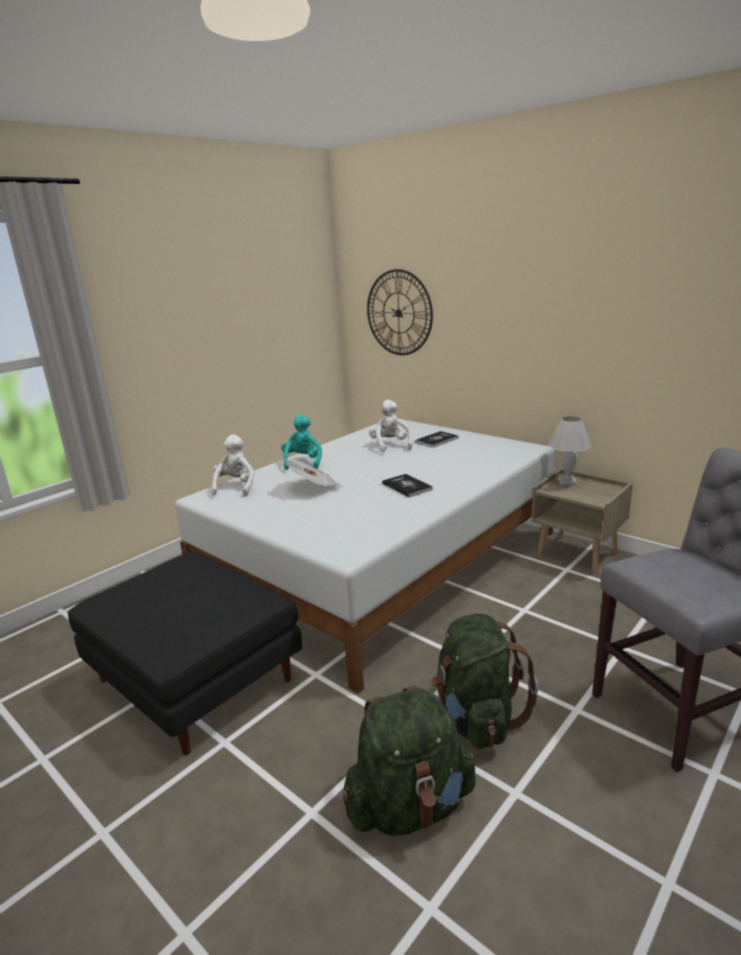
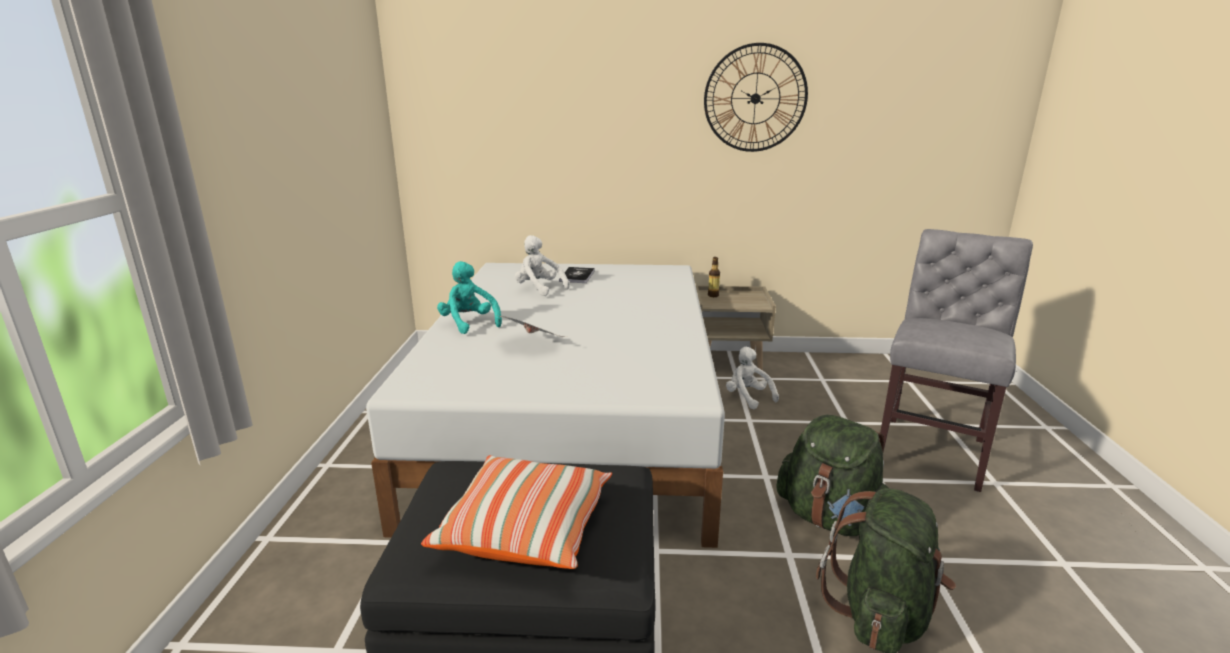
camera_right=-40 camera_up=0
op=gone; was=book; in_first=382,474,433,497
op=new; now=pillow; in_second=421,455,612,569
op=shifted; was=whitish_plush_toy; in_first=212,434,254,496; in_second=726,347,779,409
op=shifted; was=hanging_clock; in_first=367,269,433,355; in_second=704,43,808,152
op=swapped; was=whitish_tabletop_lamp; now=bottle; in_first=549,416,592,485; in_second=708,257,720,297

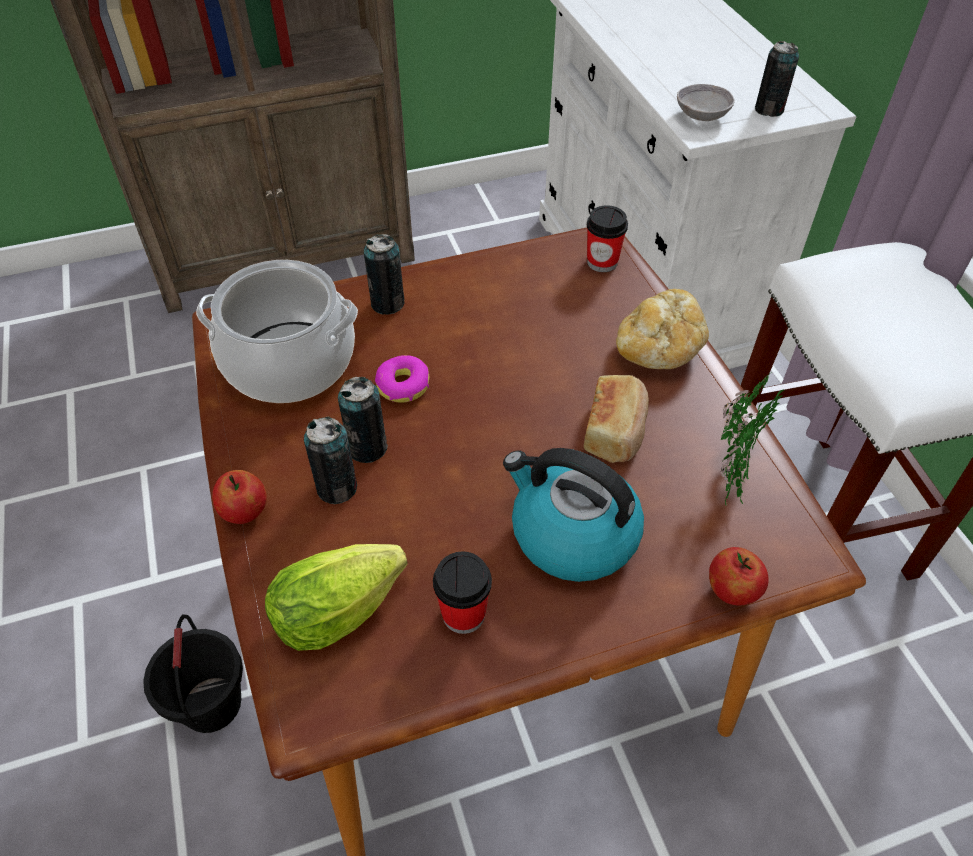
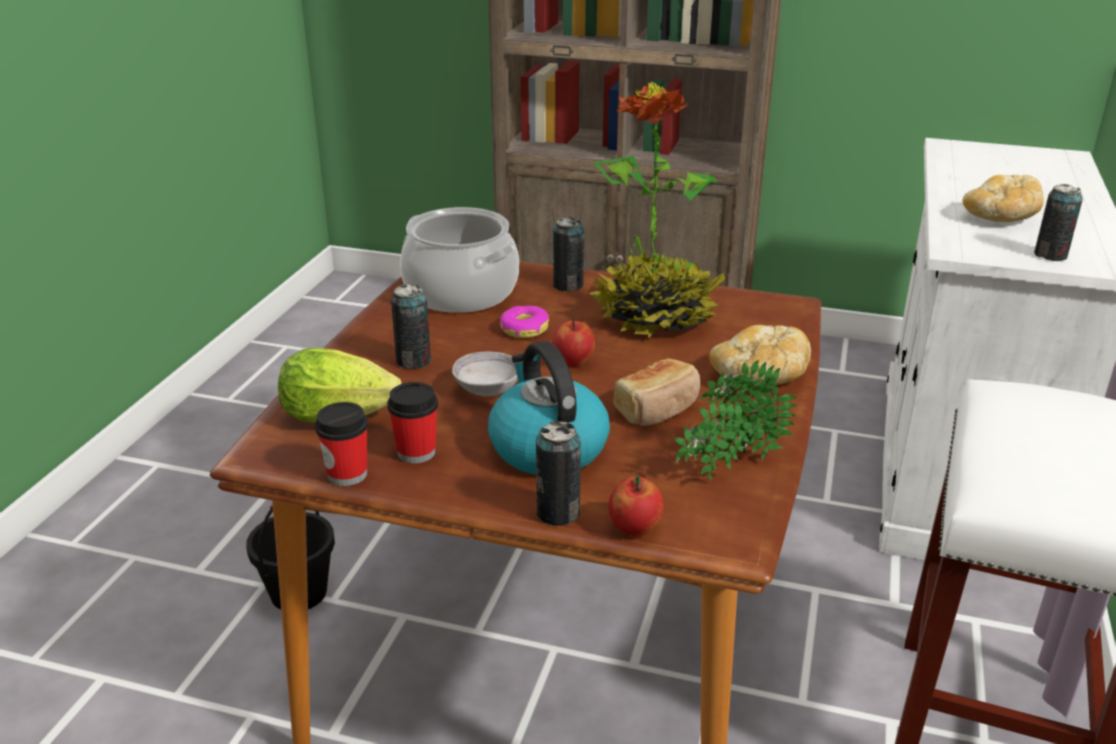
camera_right=35 camera_up=-20
op=new; now=potted_plant; in_second=589,82,726,338
op=new; now=bread; in_second=963,175,1044,222
op=shifted; was=whole_apple; in_first=212,470,267,524; in_second=552,317,595,367
op=shifted; was=can; in_first=338,377,388,463; in_second=536,421,581,526
op=shifted; was=drinking_cup; in_first=587,205,628,272; in_second=315,402,368,486
op=shifted; was=gray_bowl; in_first=677,84,735,121; in_second=452,352,518,396

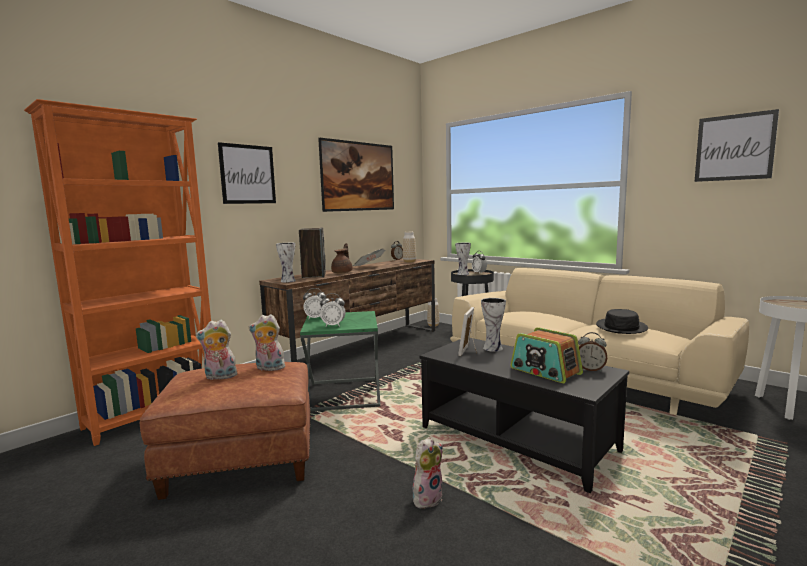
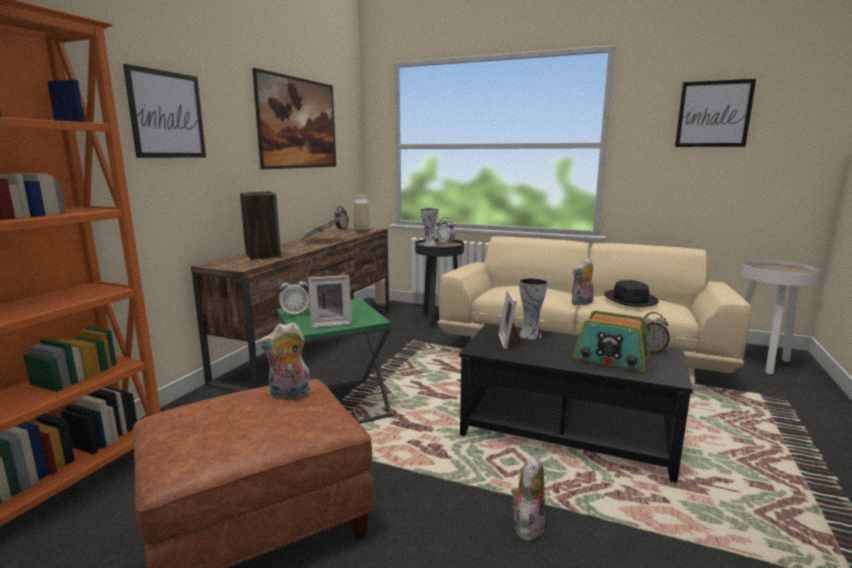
camera_right=-20 camera_up=5
op=gone; was=flower_vase; in_first=276,243,296,283
op=gone; was=brownish_pot_for_tea; in_first=331,243,353,274
op=shifted; was=plush_toy; in_first=196,320,237,380; in_second=572,258,594,305
op=swapped; was=table_clock; now=photo_frame; in_first=320,293,346,327; in_second=308,275,352,328

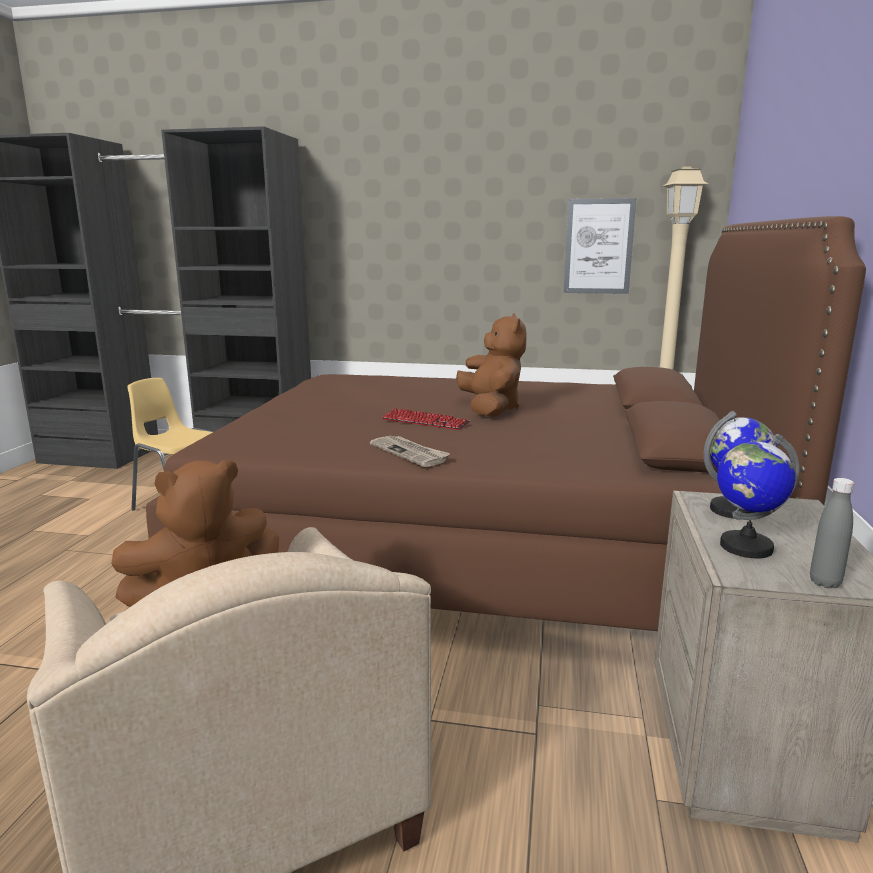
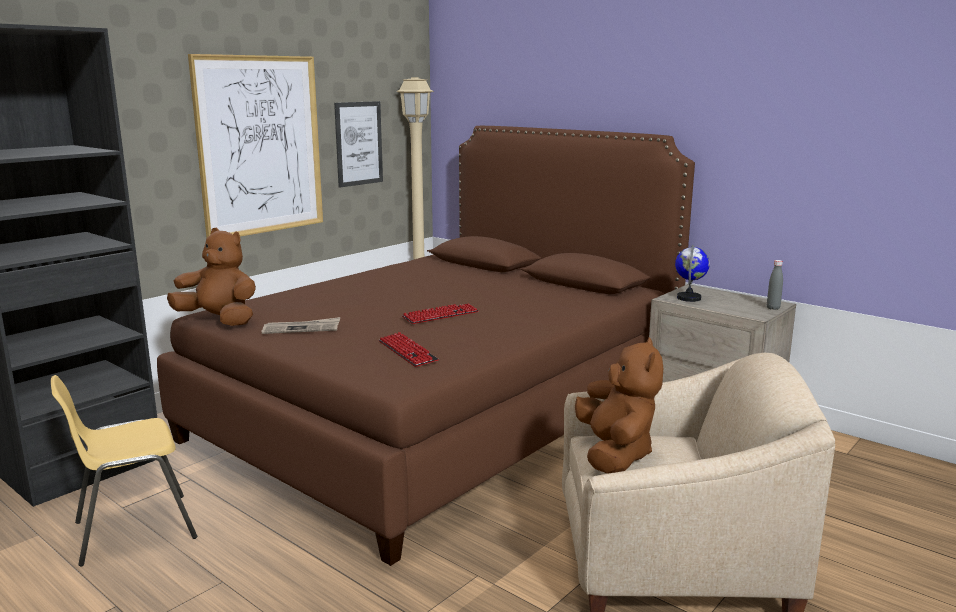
camera_right=-60 camera_up=0
op=gone; was=desk_globe; in_first=717,434,799,558
op=new; now=picture; in_second=188,54,323,238
op=new; now=keyboard; in_second=379,332,439,367
op=shifted; was=daily_paper; in_first=370,436,450,467; in_second=262,317,340,334
op=shifted; was=brownish_plush_toy; in_first=456,313,527,417; in_second=167,227,256,326

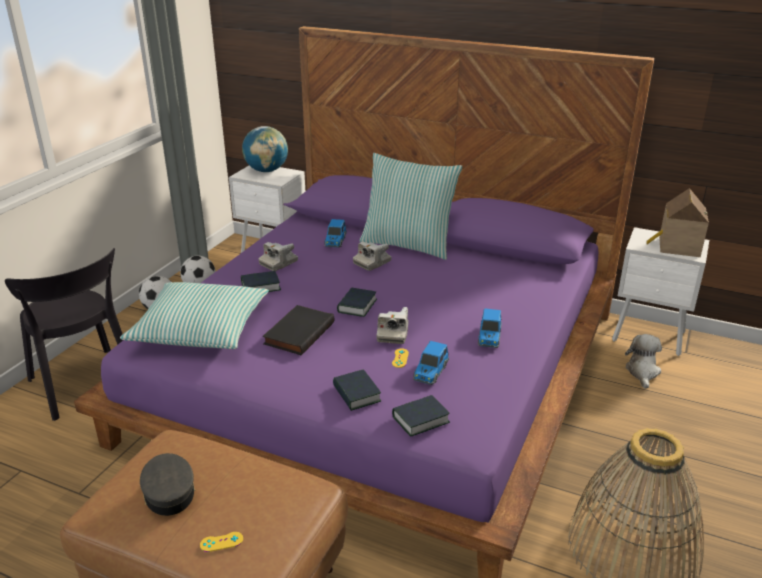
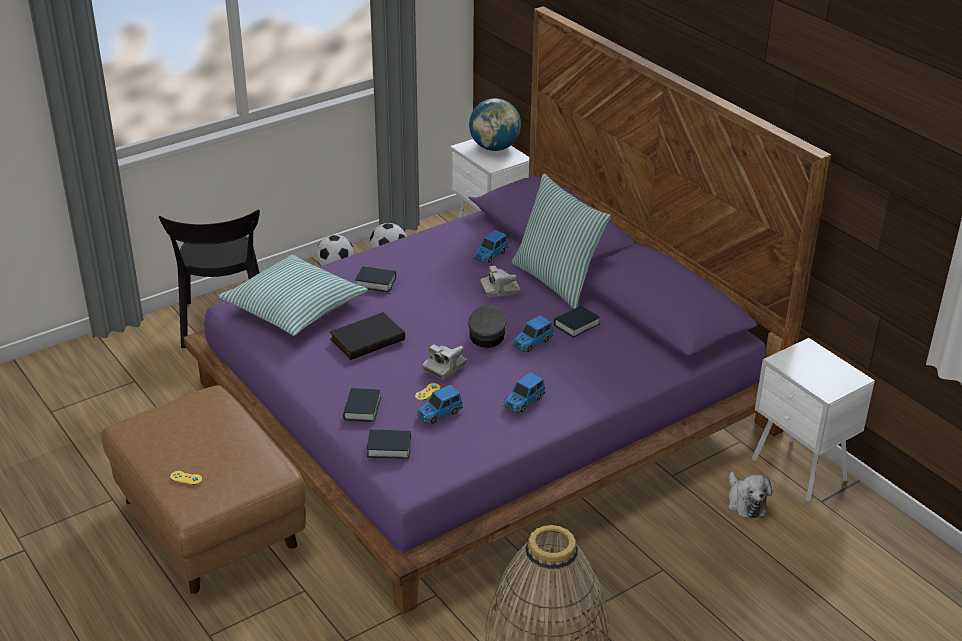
camera_right=30 camera_up=5
op=gone; was=photo_camera; in_first=258,242,298,271
op=gone; was=miniature_house; in_first=646,188,709,257
op=new; now=miniature_car; in_second=512,315,554,352
op=shifted; was=gray_baseball_cap; in_first=140,453,195,516; in_second=468,305,506,348
op=shifted; was=book; in_first=337,287,377,317; in_second=554,306,600,338
op=rotated; was=plush_toy; in_first=625,334,662,389; in_second=728,472,772,519; clockwise=120

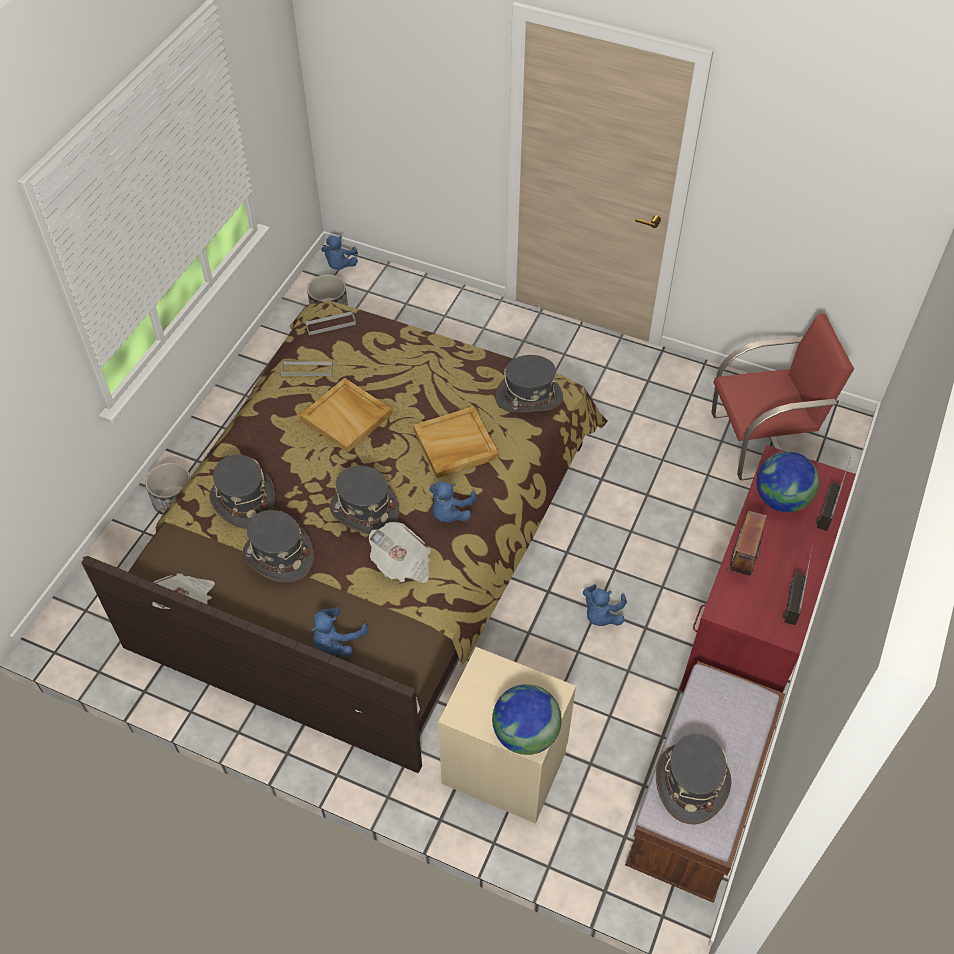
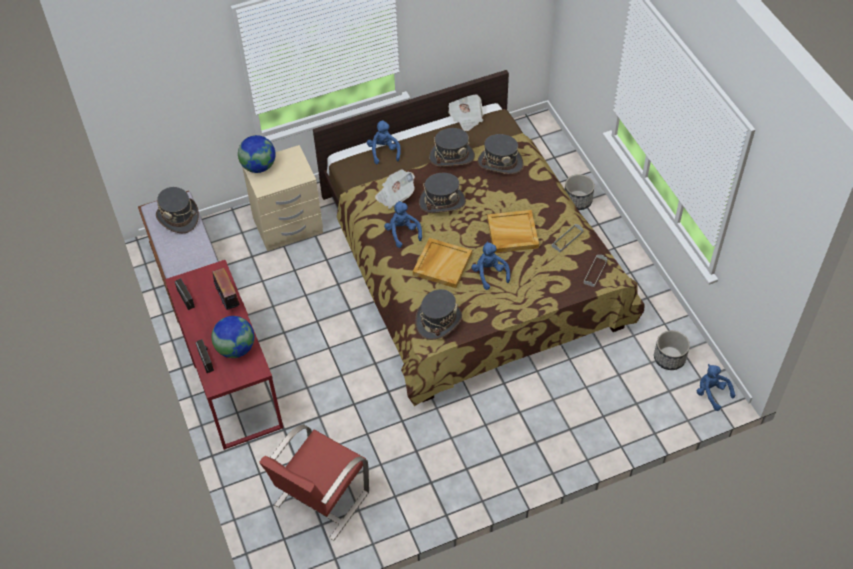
camera_right=135 camera_up=0
op=shifted; was=blue_plush_toy; in_first=583,584,627,626; in_second=471,241,510,290

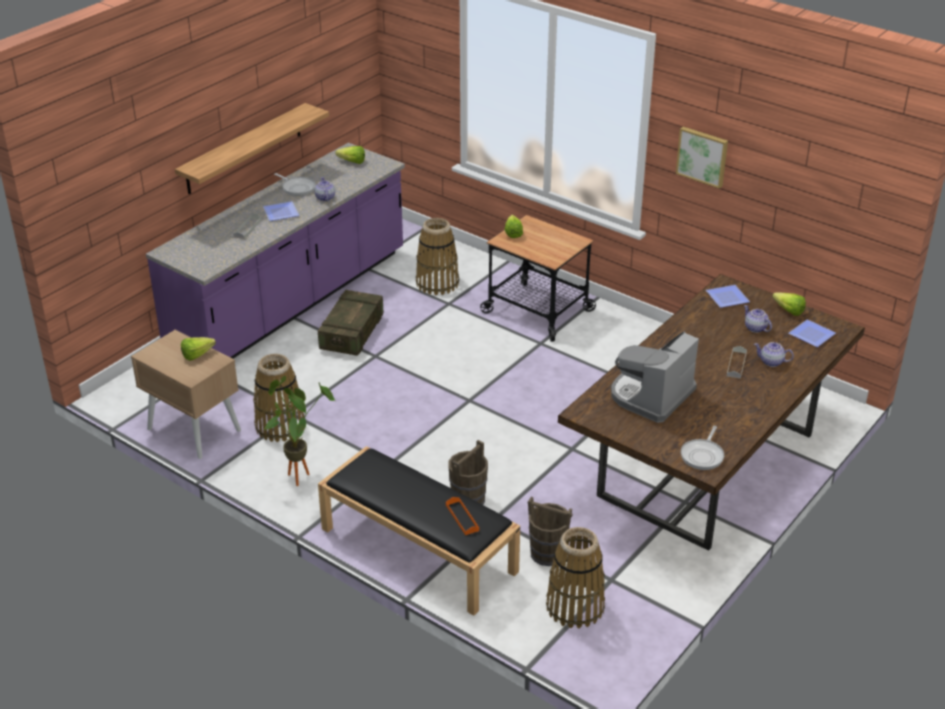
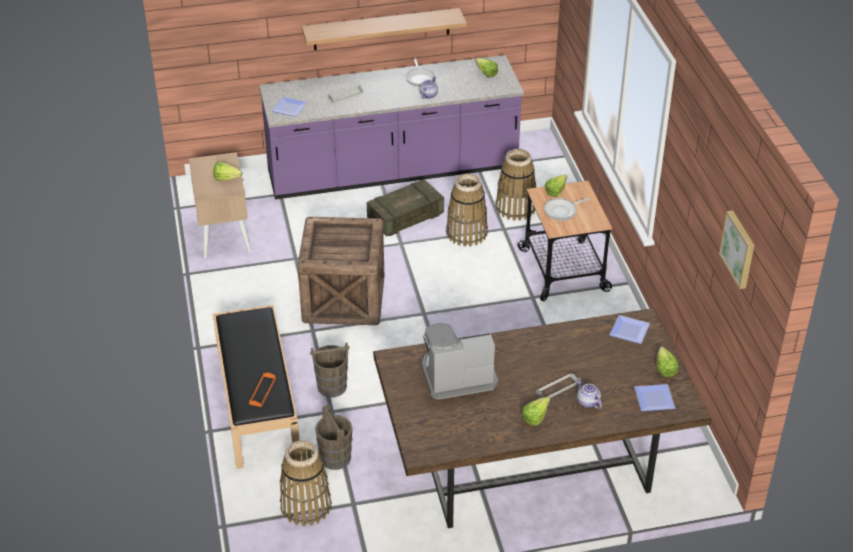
camera_right=40 camera_up=5
op=gone; was=potted_plant; in_first=263,376,335,486
op=gone; was=pot_for_tea; in_first=744,305,772,333
op=new; now=crate; in_second=298,217,384,325
op=new; now=lettuce; in_second=522,397,550,426
op=shifted; was=basket; in_first=253,354,304,442; in_second=446,174,488,247
op=shifted; was=dinner_plate; in_first=263,201,299,221; in_second=272,97,307,117
op=shifted; was=picture; in_first=676,127,728,189; in_second=719,210,754,289
op=shifted; was=skillet; in_first=681,426,724,470; in_second=544,198,590,221

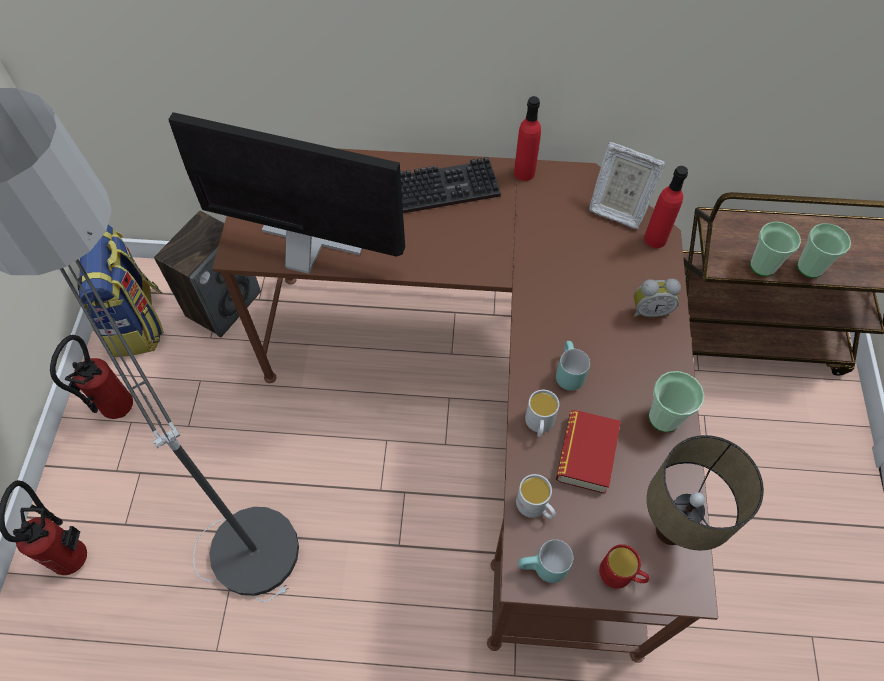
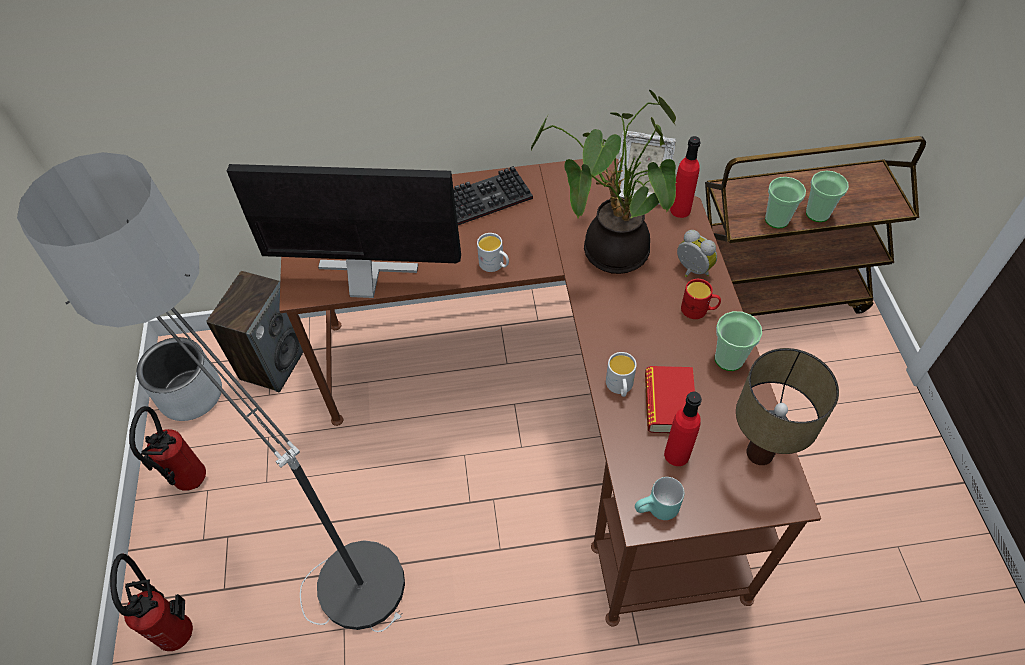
camera_right=-10 camera_up=-5
op=gone; was=turquoise_coffee_mug; in_first=556,341,590,391
op=new; now=potted_plant; in_second=530,89,676,274
op=shifted; was=reddish_bottle; in_first=514,96,541,181; in_second=664,392,702,466
op=shifted; was=whitish_coffee_mug; in_first=516,474,556,519; in_second=477,233,509,272
op=shifted; was=reddish_coffee_mug; in_first=599,544,650,589; in_second=681,279,721,319
op=swapped; was=rucksack; now=gray_planter; in_first=77,225,164,357; in_second=136,337,222,421
op=rotated; was=table_clock; in_first=633,279,681,318; in_second=677,230,717,277; clockwise=-120

